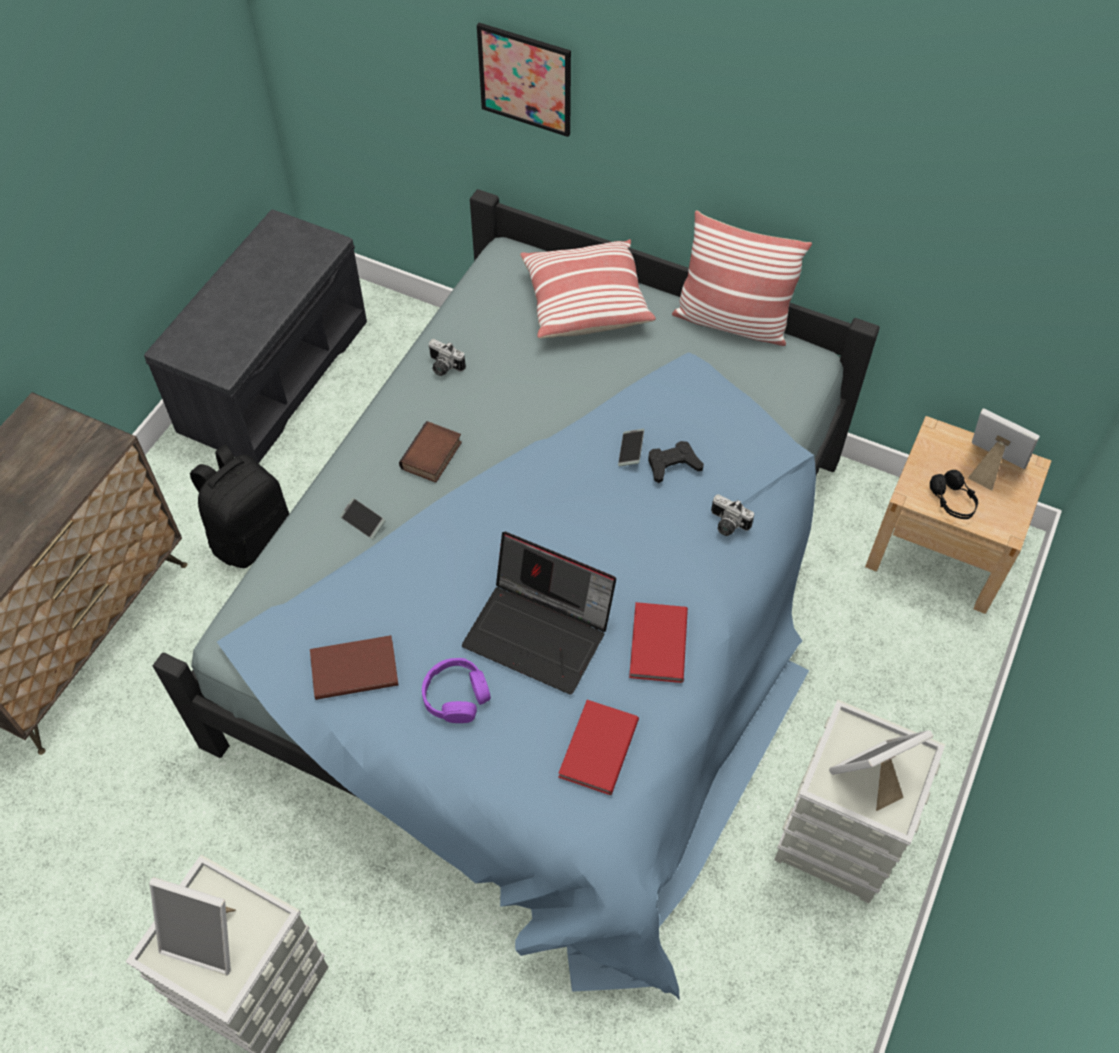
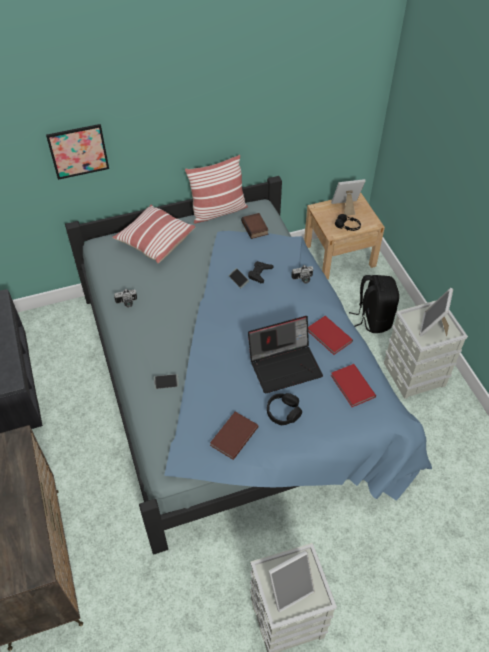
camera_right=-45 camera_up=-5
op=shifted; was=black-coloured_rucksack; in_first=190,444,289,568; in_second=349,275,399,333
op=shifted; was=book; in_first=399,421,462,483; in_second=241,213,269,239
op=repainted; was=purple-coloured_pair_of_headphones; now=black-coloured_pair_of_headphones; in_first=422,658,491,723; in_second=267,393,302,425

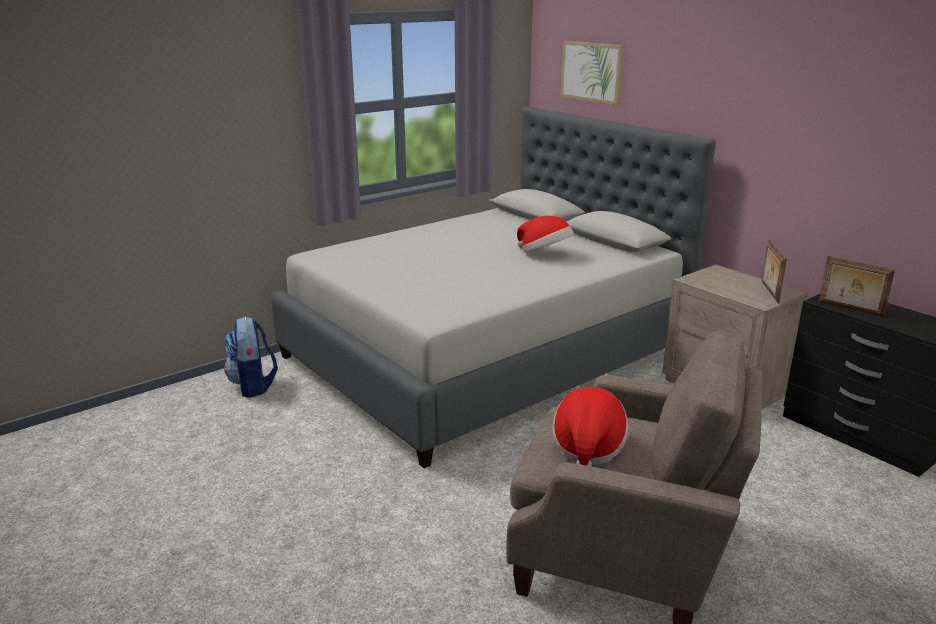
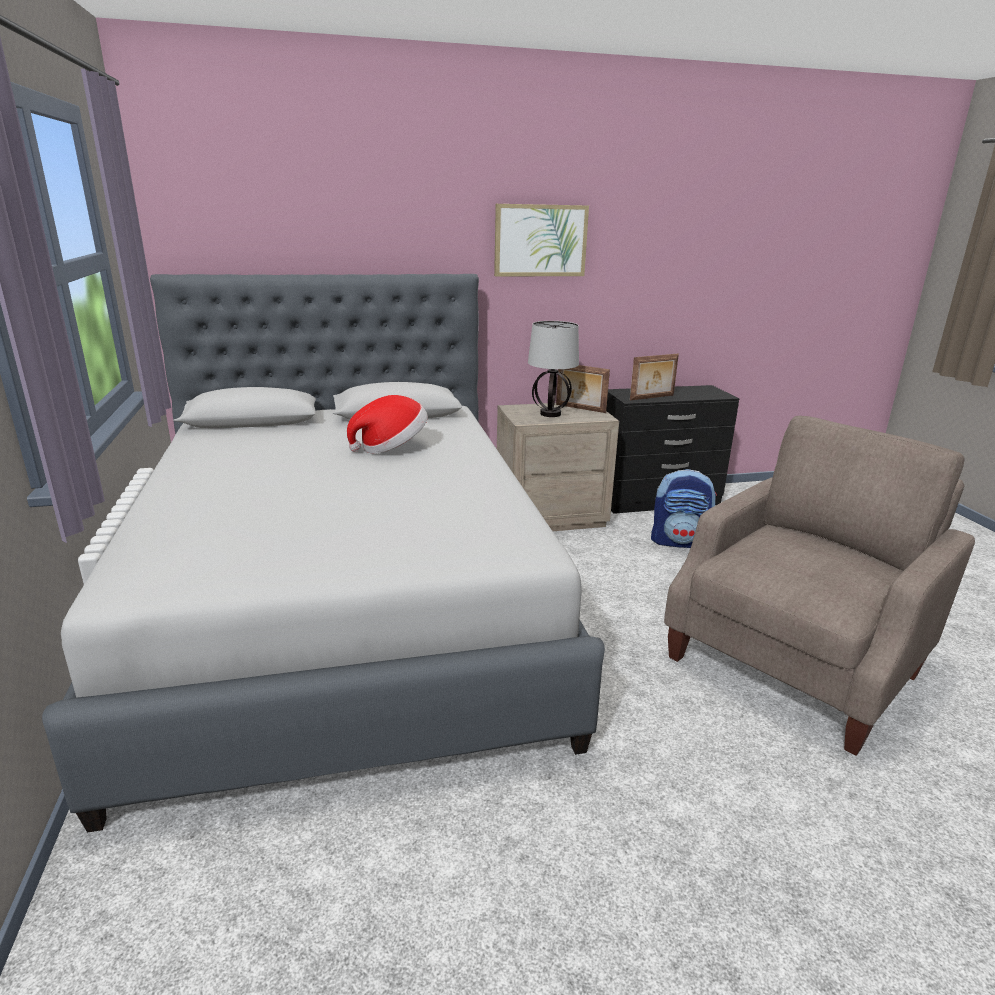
camera_right=-65 camera_up=0
op=gone; was=clothing_hat; in_first=552,387,628,467
op=new; now=tabletop_lamp; in_second=528,321,579,417
op=shifted; was=rucksack; in_first=224,317,278,398; in_second=651,469,717,548
op=shifted; was=picture; in_first=561,41,624,105; in_second=494,204,589,276

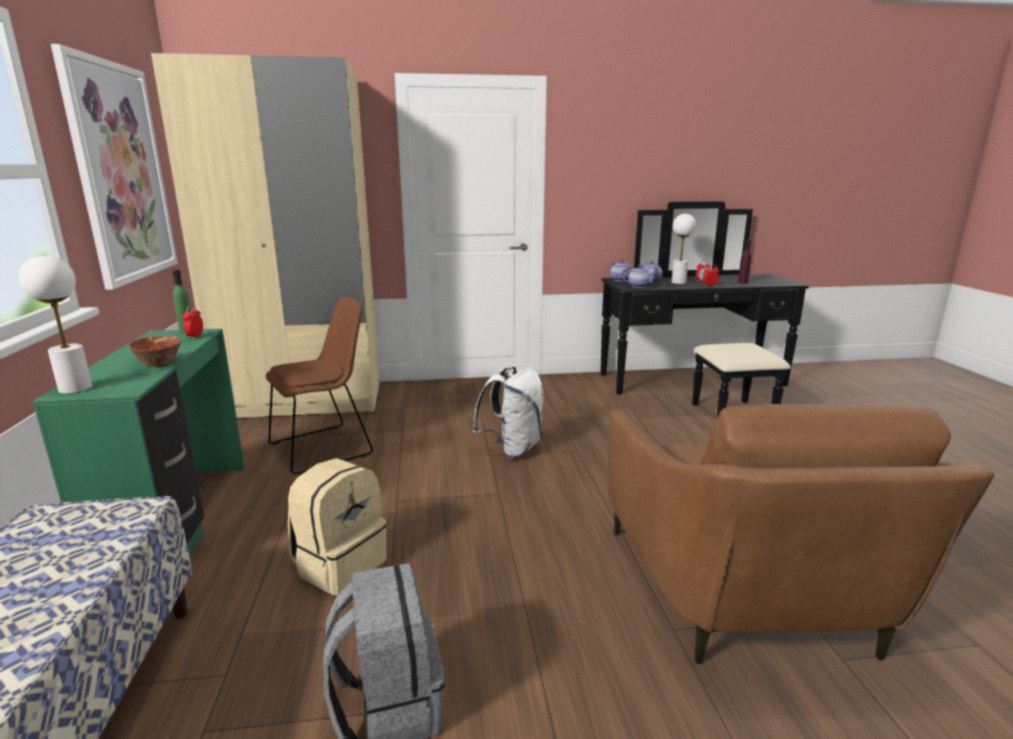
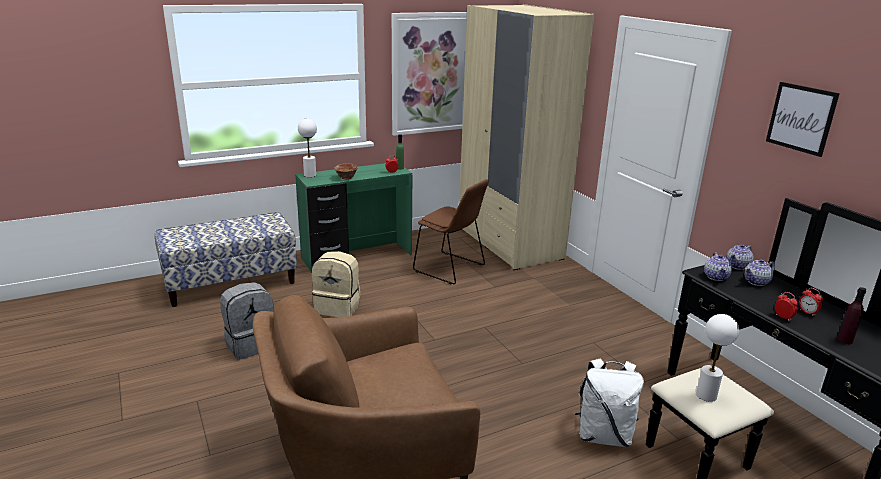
camera_right=70 camera_up=5
op=new; now=picture; in_second=766,82,840,157
op=shifted; was=whitish_rucksack; in_first=472,367,544,459; in_second=575,359,644,447
op=shifted; was=whitish_tabletop_lamp; in_first=672,214,696,284; in_second=696,314,739,402

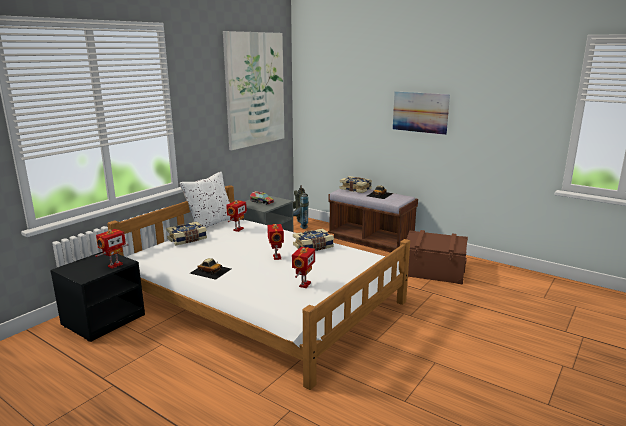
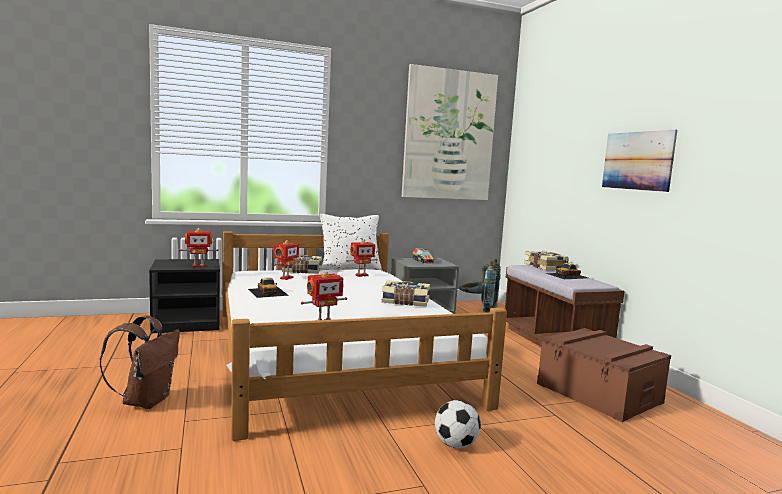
camera_right=35 camera_up=-10
op=new; now=brownish_rucksack; in_second=100,315,180,409
op=new; now=football; in_second=435,400,481,448
op=shifted; was=robot_figure; in_first=267,224,284,260; in_second=274,240,299,280

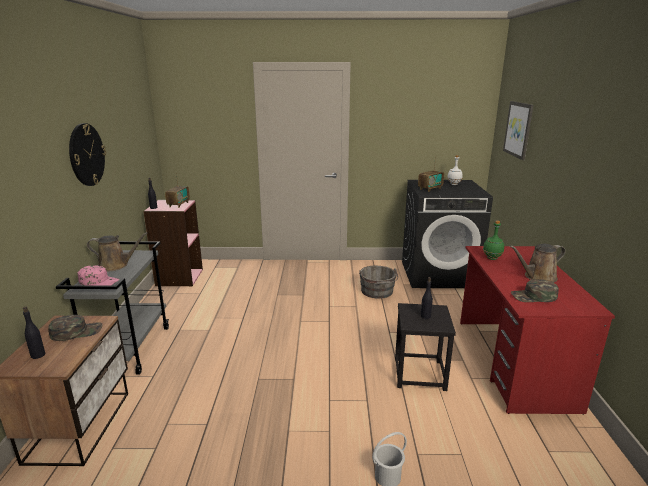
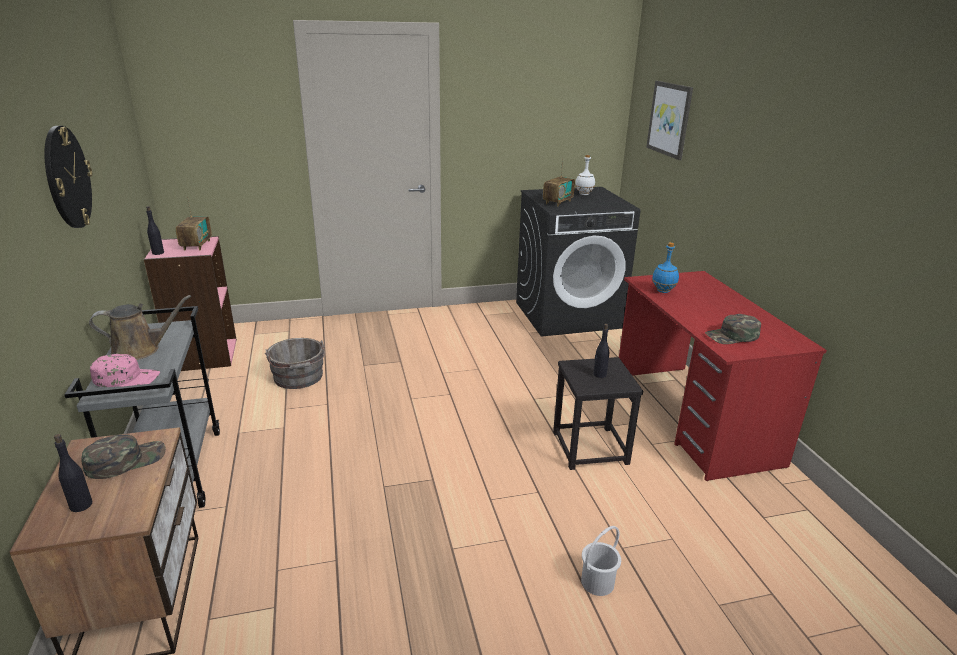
camera_right=-15 camera_up=5
op=gone; was=brownish_watering_pot; in_first=510,244,565,282
op=shifted; was=gray_bucket; in_first=359,266,398,299; in_second=265,338,325,389
op=repainted; was=green_bottle; now=blue_bottle; in_first=483,220,504,260; in_second=652,242,679,293

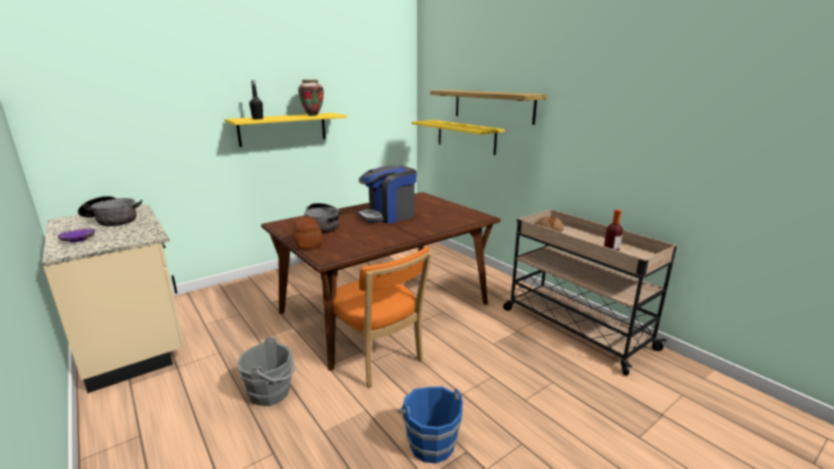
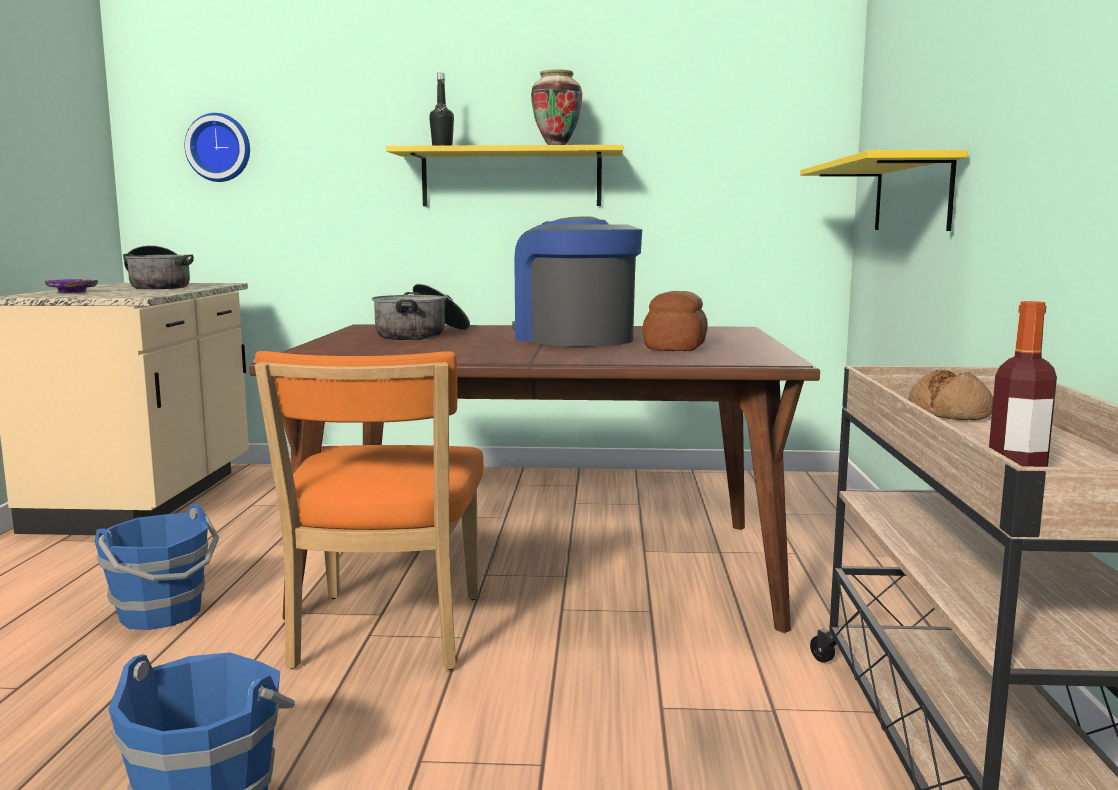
camera_right=40 camera_up=-10
op=gone; was=wall_shelf; in_first=430,90,547,125
op=new; now=hanging_clock; in_second=184,113,250,182
op=shifted; was=bread; in_first=292,216,323,249; in_second=643,291,708,351
op=repainted; was=gray_bucket; now=blue_bucket; in_first=237,337,295,406; in_second=95,504,219,630
op=rotated; was=coffee_brewer; in_first=358,165,417,224; in_second=512,216,642,347; clockwise=45

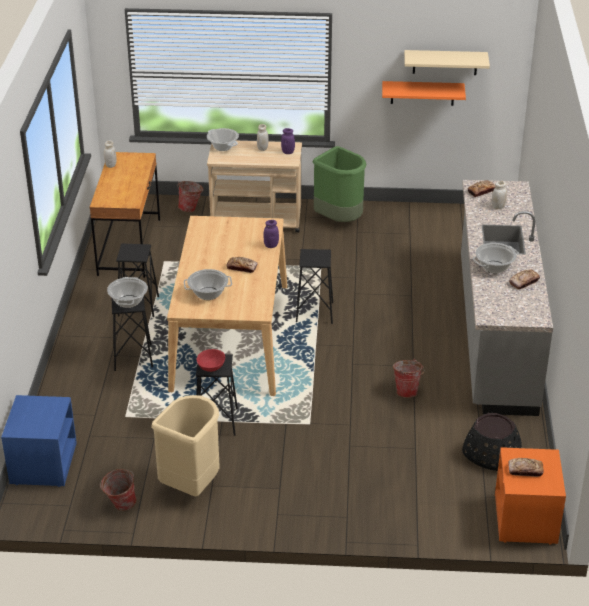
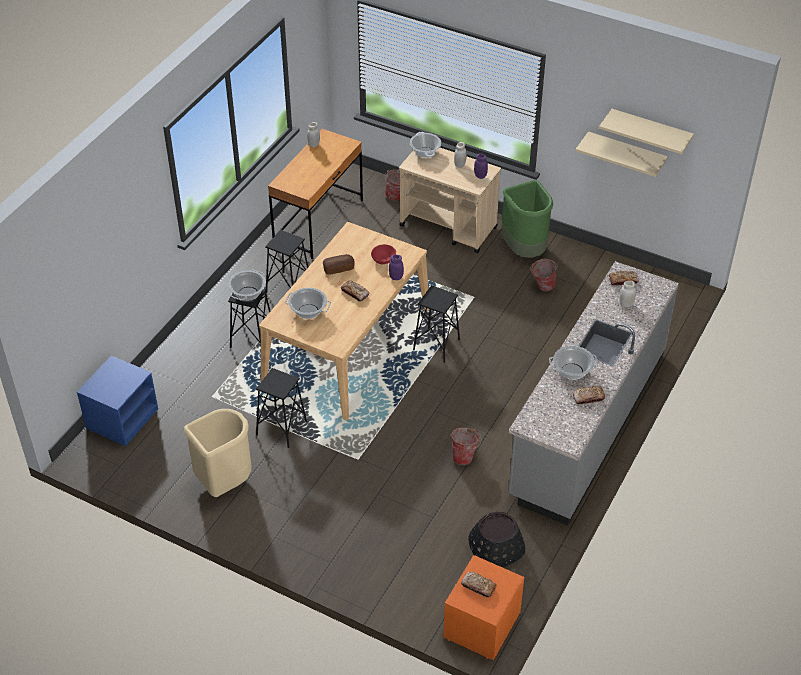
camera_right=25 camera_up=10
op=new; now=bread; in_second=323,254,355,275
op=shifted; was=bucket; in_first=100,469,137,511; in_second=530,259,558,292
op=shifted; was=reddish_bowl; in_first=197,349,225,372; in_second=371,244,396,264
op=repainted; was=orange-coloured_wall_shelf; now=beige-coloured_wall_shelf; in_first=382,81,466,106; in_second=576,131,668,177

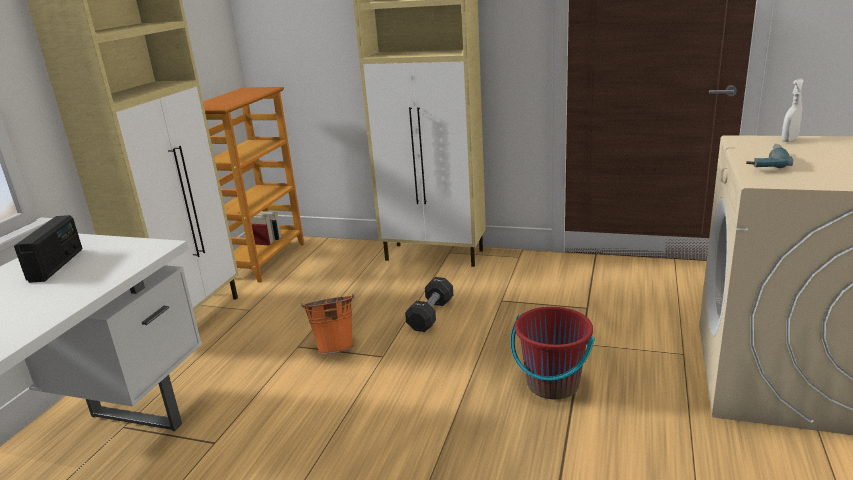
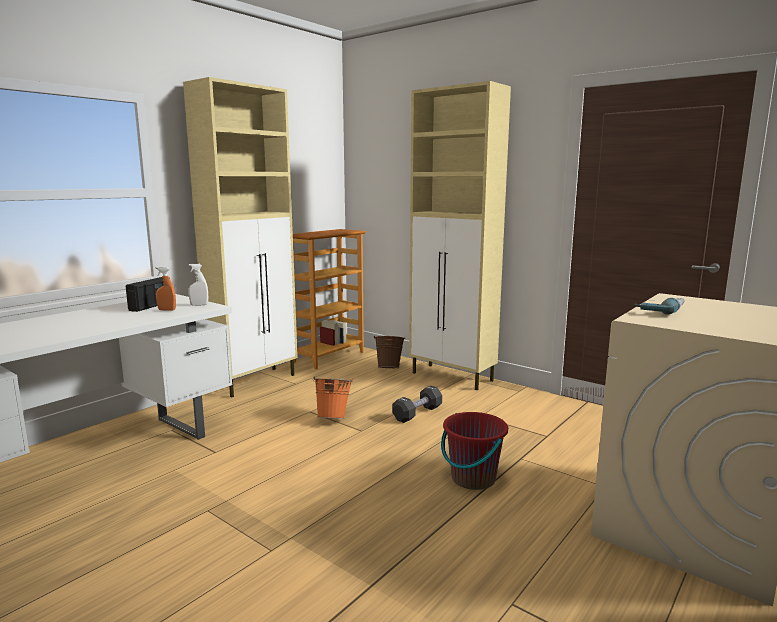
camera_right=20 camera_up=-10
op=new; now=orange-coloured_hand_sprayer; in_second=156,267,176,311
op=new; now=brownish_bucket; in_second=374,336,406,368
op=shifted; was=whitish_hand_sprayer; in_first=782,79,804,142; in_second=188,264,208,306

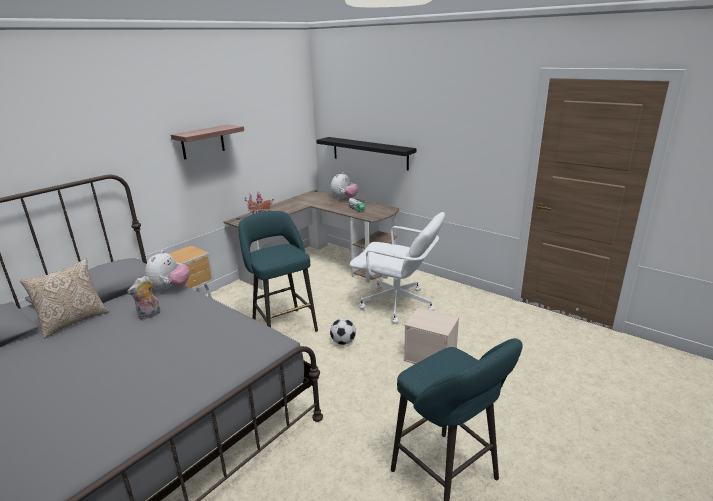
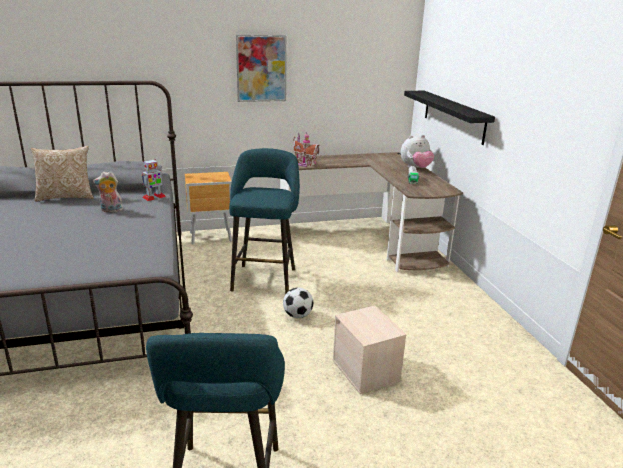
camera_right=35 camera_up=0
op=gone; was=whitish_desk_chair; in_first=349,212,445,324
op=swapped; was=plush_toy; now=robot_figure; in_first=145,250,190,292; in_second=141,159,166,201
op=swapped; was=wall_shelf; now=picture; in_first=171,124,244,160; in_second=236,35,287,102

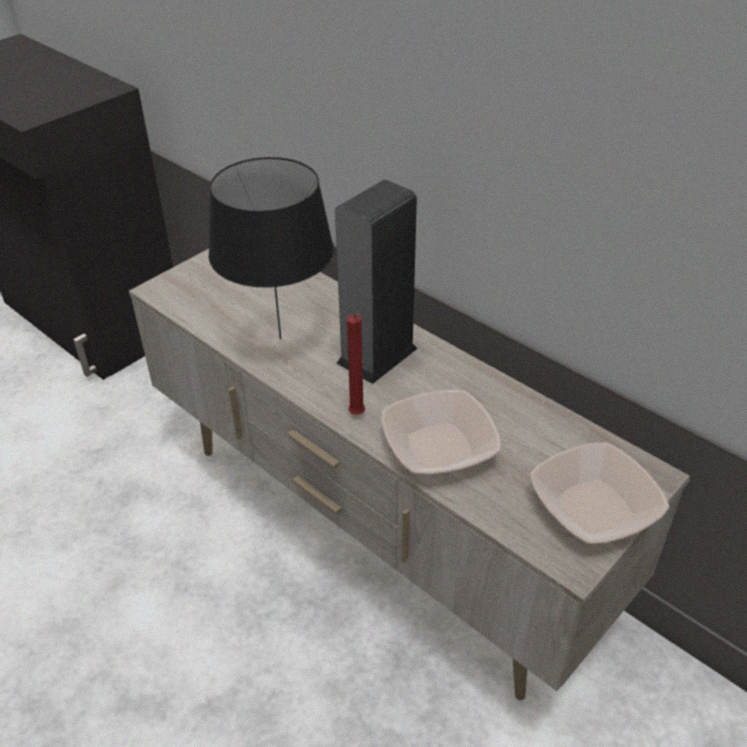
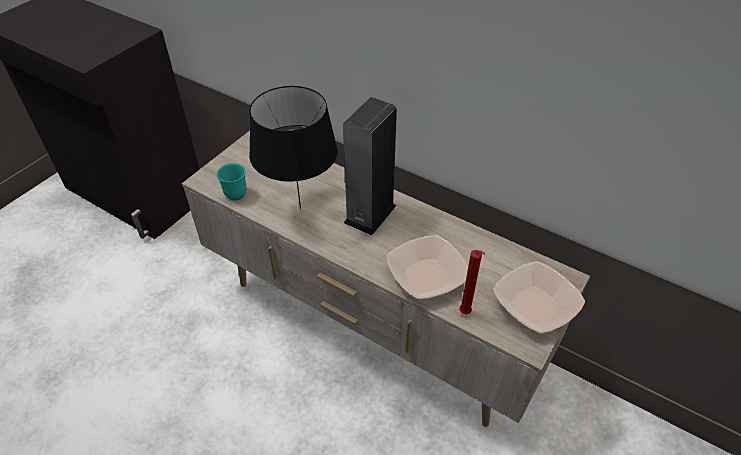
camera_right=-10 camera_up=5
op=new; now=turquoise_coffee_mug; in_second=216,162,247,201
op=shifted; was=reddish_wax_light; in_first=347,313,365,415; in_second=459,250,485,314

